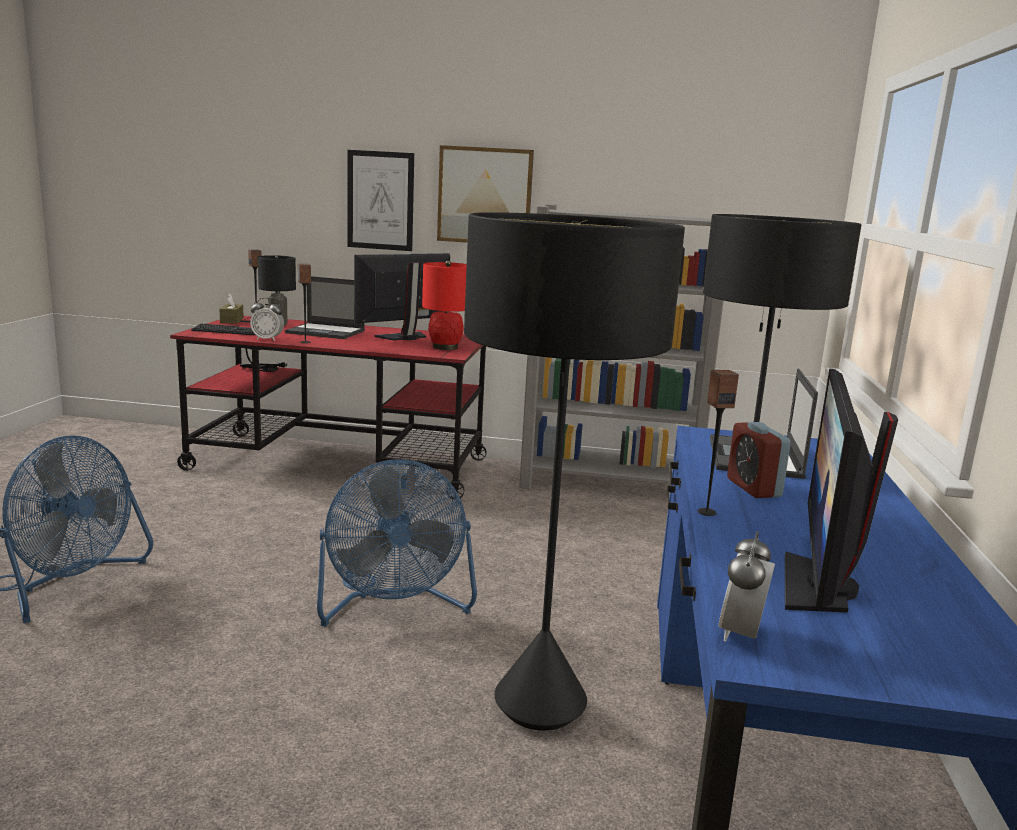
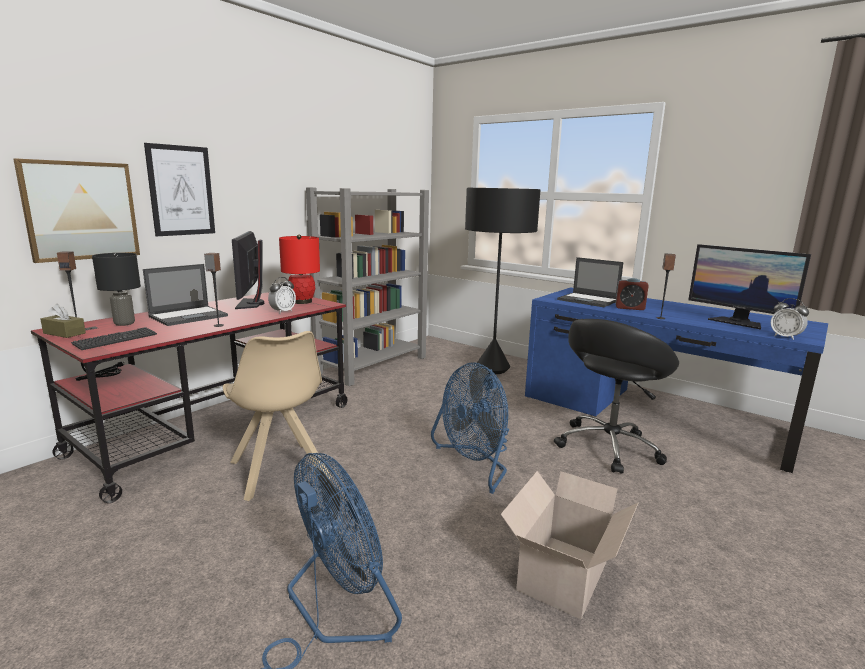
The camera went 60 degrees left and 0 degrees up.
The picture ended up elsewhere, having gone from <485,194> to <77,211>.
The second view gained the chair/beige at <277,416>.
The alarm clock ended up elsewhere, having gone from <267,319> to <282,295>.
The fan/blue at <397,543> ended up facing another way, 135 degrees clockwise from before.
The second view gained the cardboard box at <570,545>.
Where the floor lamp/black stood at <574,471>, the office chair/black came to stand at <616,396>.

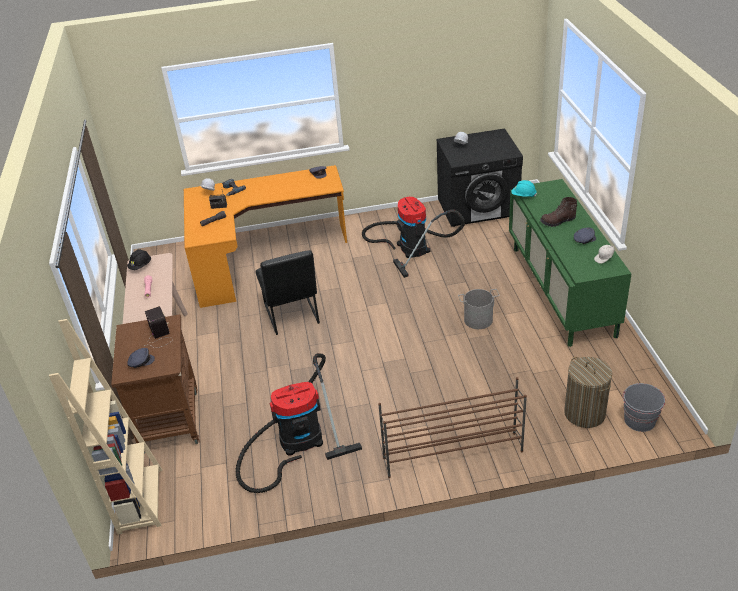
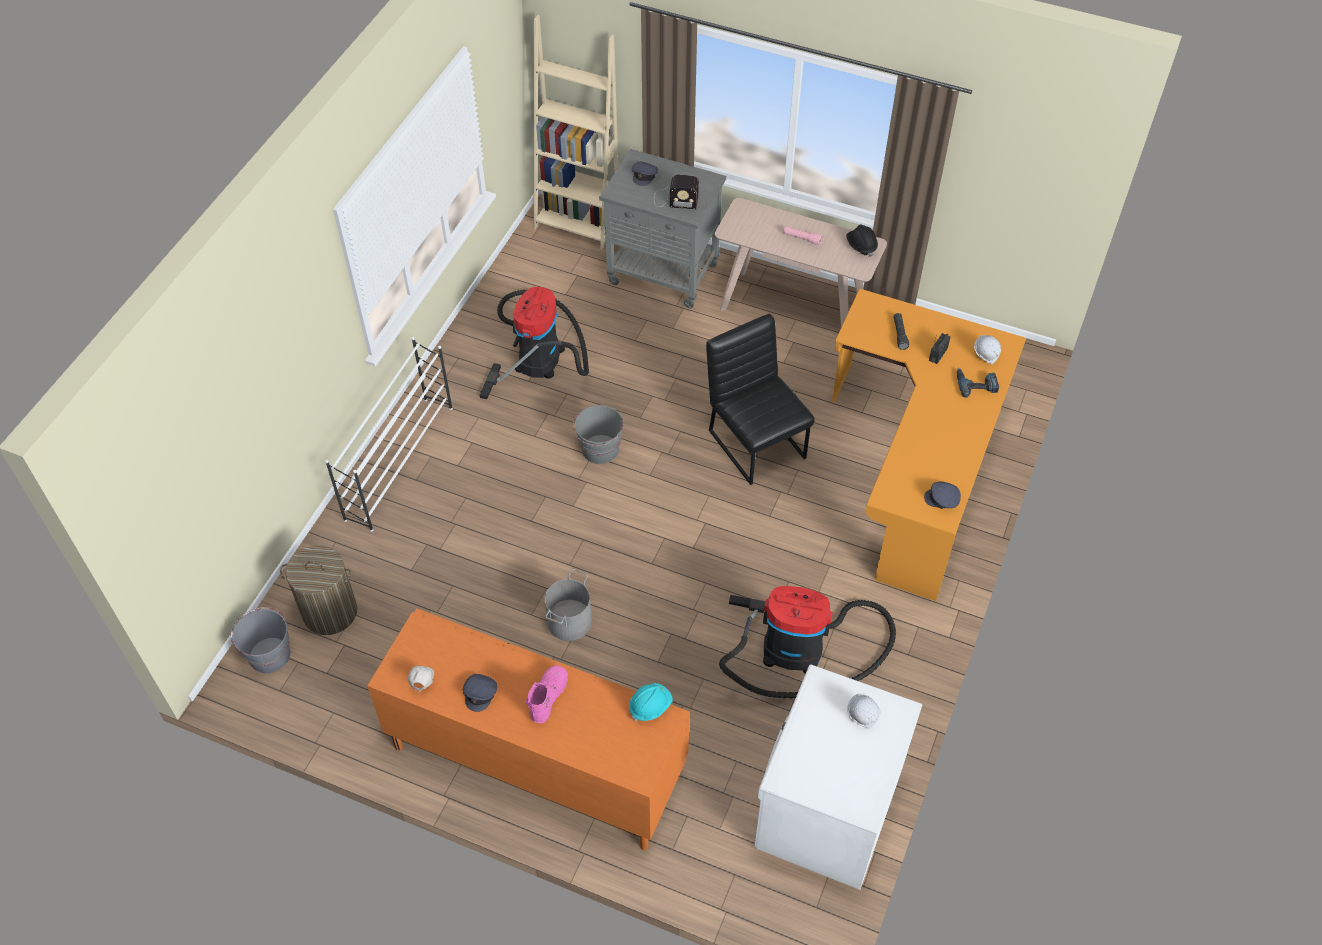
The camera went 120 degrees right and 15 degrees up.
What was the shoe rack/brown at <452,427> turned into the shoe rack/white at <389,434>.
What was the cabinet/green at <570,263> turned into the cabinet/orange at <528,729>.
What was the boot/brown at <558,212> turned into the boot/pink at <546,694>.
The second view gained the bucket/grey at <598,434>.
What was the cart/brown at <155,384> turned into the cart/grey at <662,229>.
The chair/black at <288,292> ended up facing another way, 45 degrees clockwise from before.
What was the washing machine/black at <480,177> turned into the washing machine/white at <838,777>.

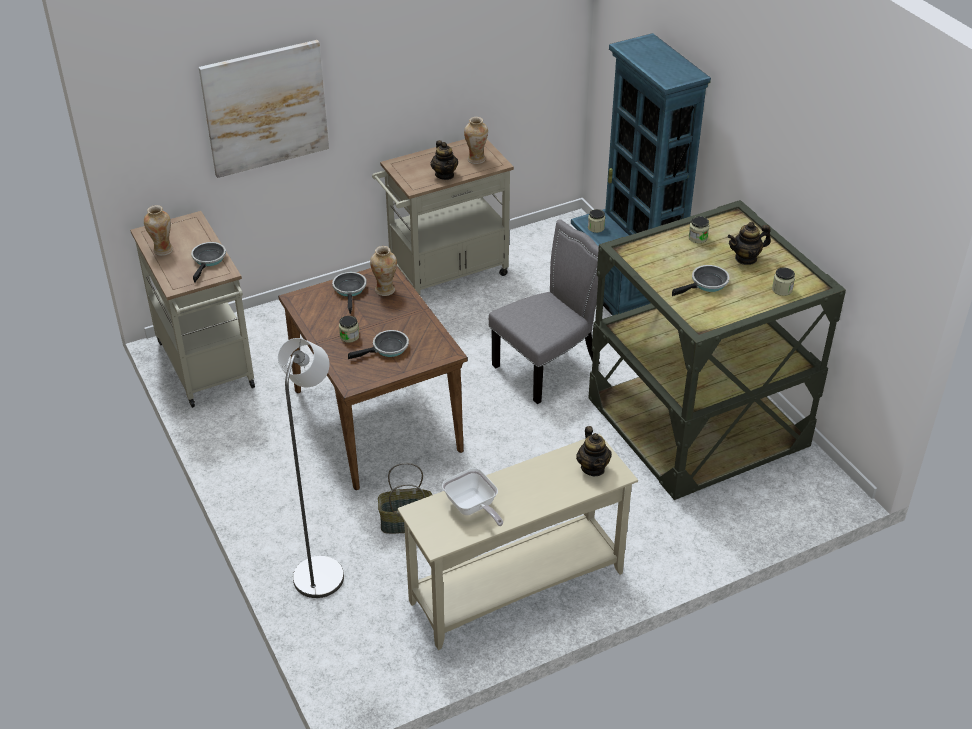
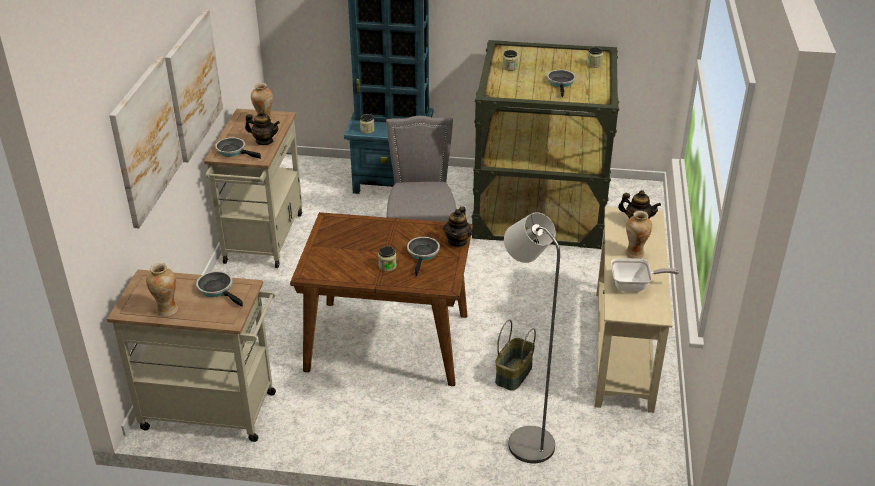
The camera went 55 degrees left and 5 degrees down.
The second view gained the picture at <194,85>.
The frying pan ended up elsewhere, having gone from <349,293> to <238,148>.
The teapot ended up elsewhere, having gone from <749,243> to <457,226>.
The vase ended up elsewhere, having gone from <383,271> to <638,235>.

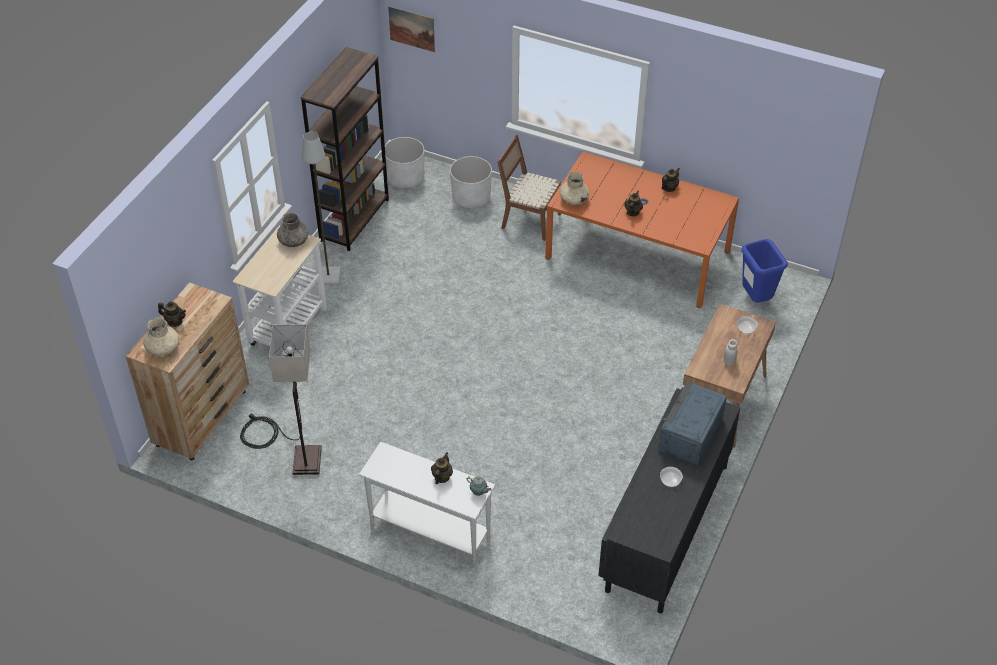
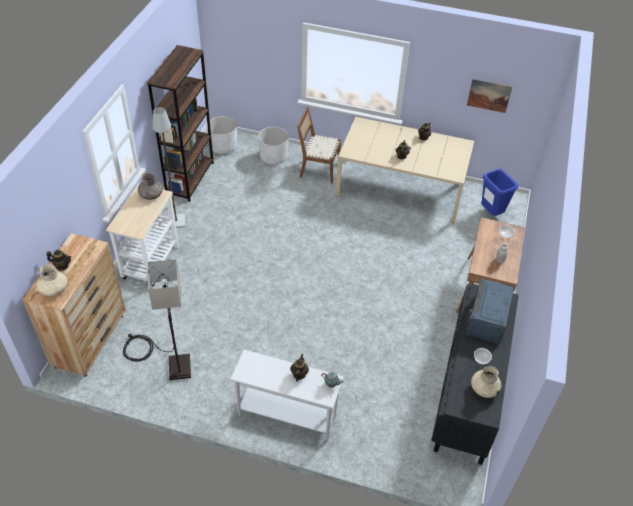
The camera went 10 degrees left and 0 degrees up.
What was the dining table/orange at <642,230> turned into the dining table/beige at <404,170>.
The picture ended up elsewhere, having gone from <411,29> to <489,96>.
The vase/beige ended up elsewhere, having gone from <574,188> to <486,382>.

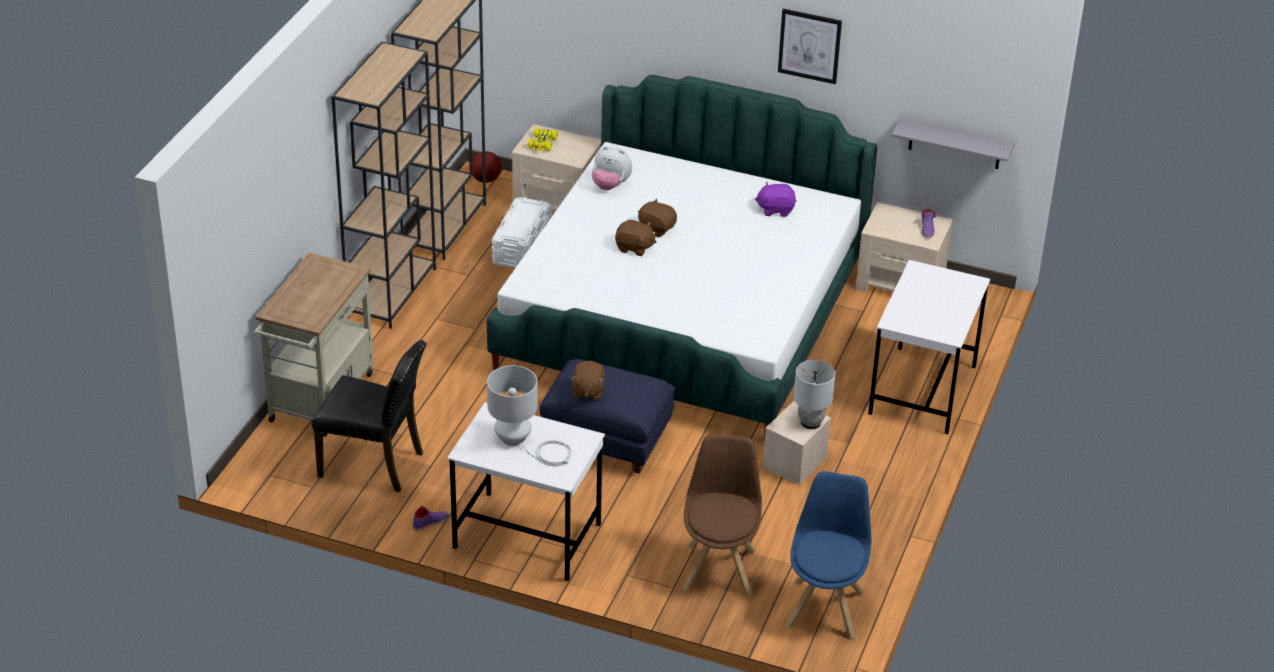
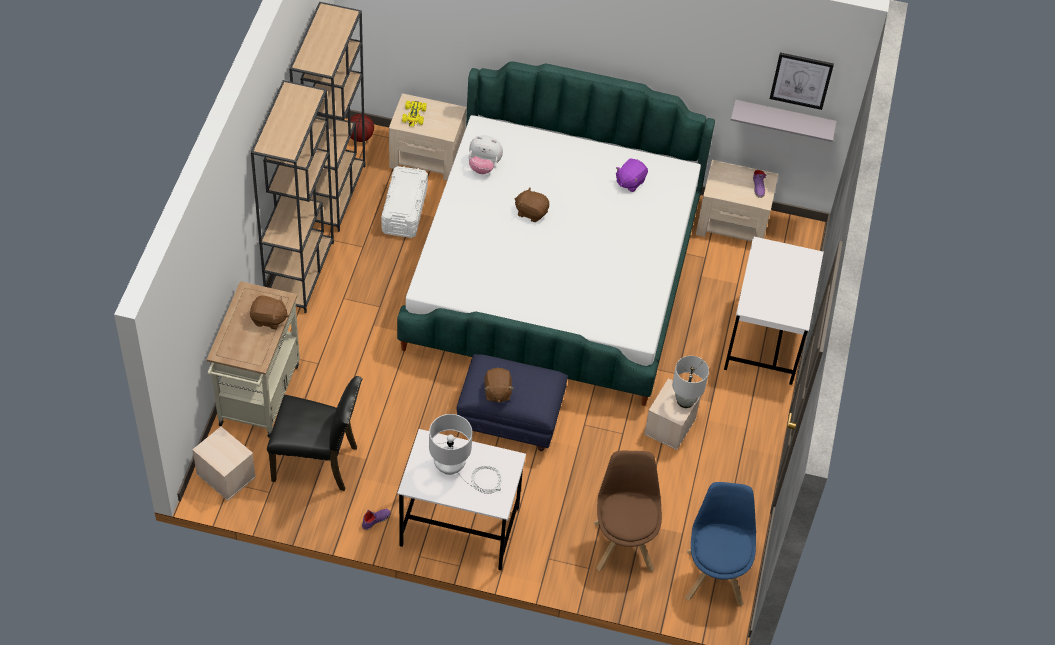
The camera went 10 degrees left and 15 degrees up.
The second view gained the storage box/beige at <224,464>.
The plush toy/brown ended up elsewhere, having gone from <635,238> to <269,312>.
The plush toy/purple at <775,199> ended up facing another way, 45 degrees counterclockwise from before.
The picture ended up elsewhere, having gone from <810,46> to <802,81>.

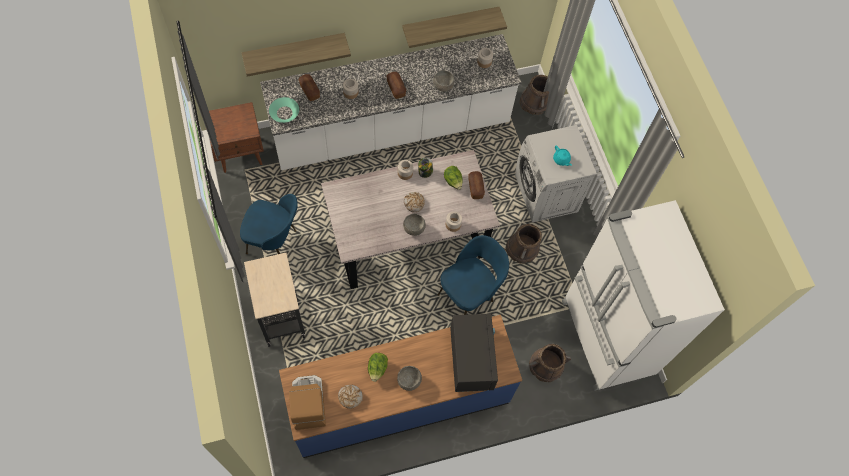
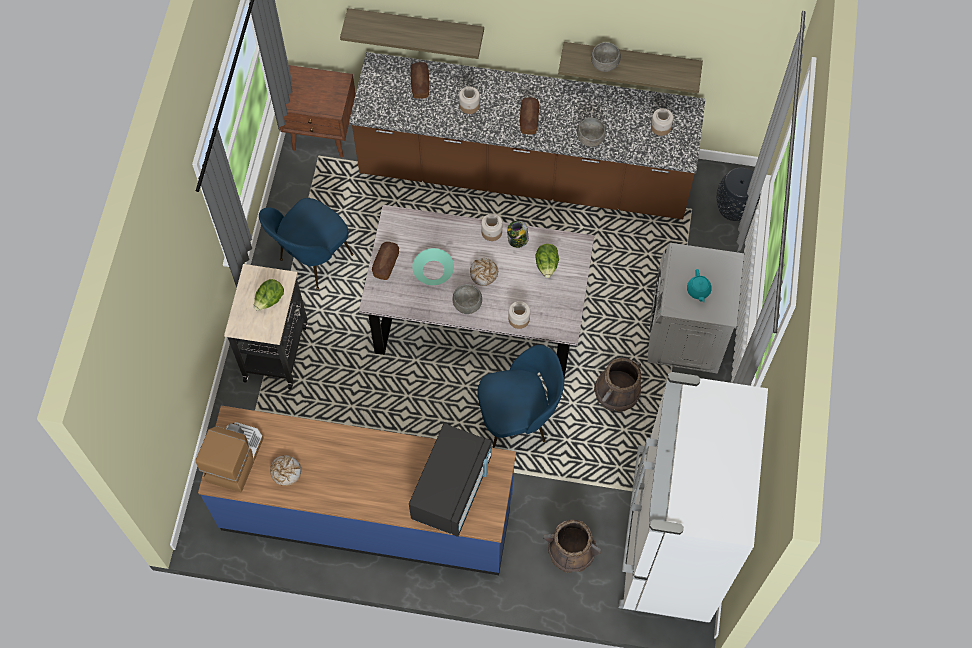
The camera went 30 degrees right and 0 degrees up.
The lettuce ended up elsewhere, having gone from <378,367> to <269,295>.
The chair/blue at <269,224> ended up facing another way, 90 degrees clockwise from before.
What was the counter/white at <391,102> turned into the counter/brown at <527,135>.
The bread ended up elsewhere, having gone from <476,185> to <385,261>.
The bowl/turquoise ended up elsewhere, having gone from <284,110> to <433,266>.
The bowl/grey ended up elsewhere, having gone from <409,378> to <606,57>.
Where the bucket/brown stood at <534,95>, the stool/black came to stand at <739,194>.

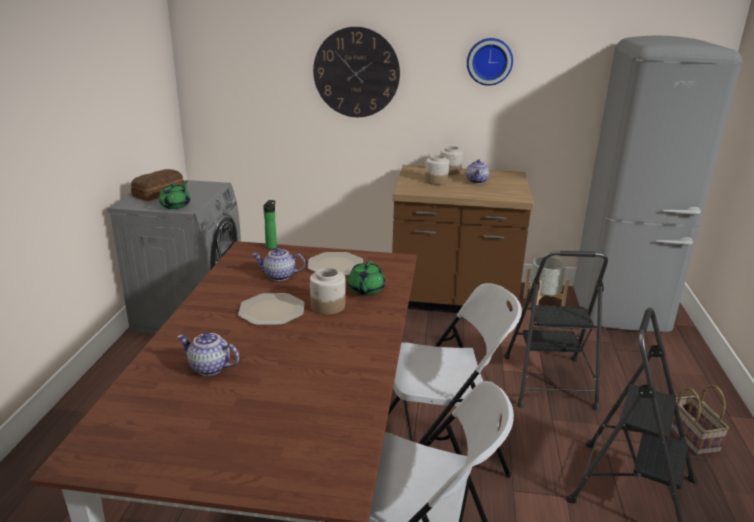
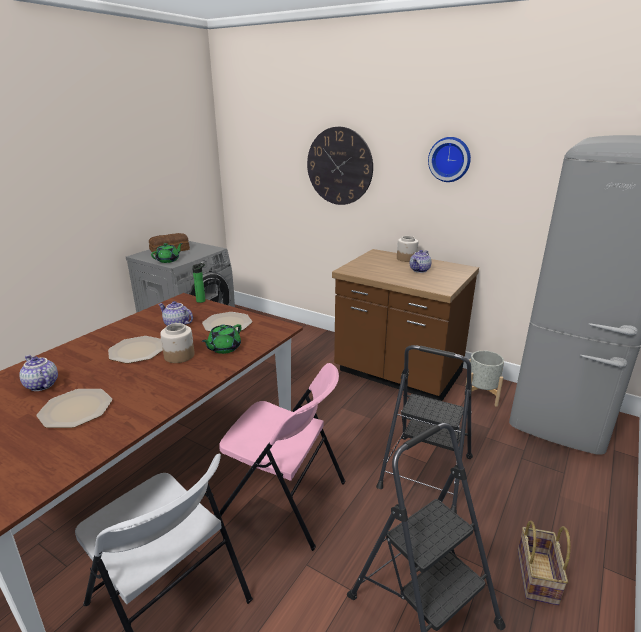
The camera went 25 degrees right and 0 degrees up.
The second view gained the plate at <74,408>.
What was the chair/white at <455,380> turned into the chair/pink at <282,457>.
The second view lost the jar at <437,170>.

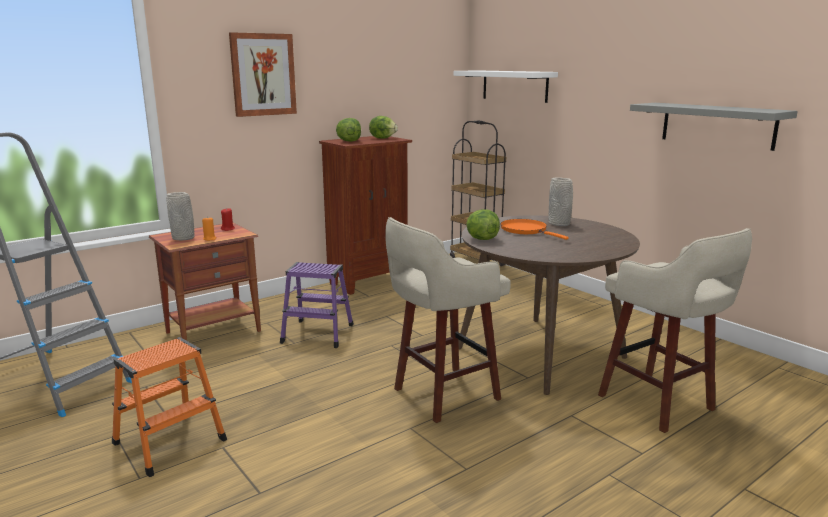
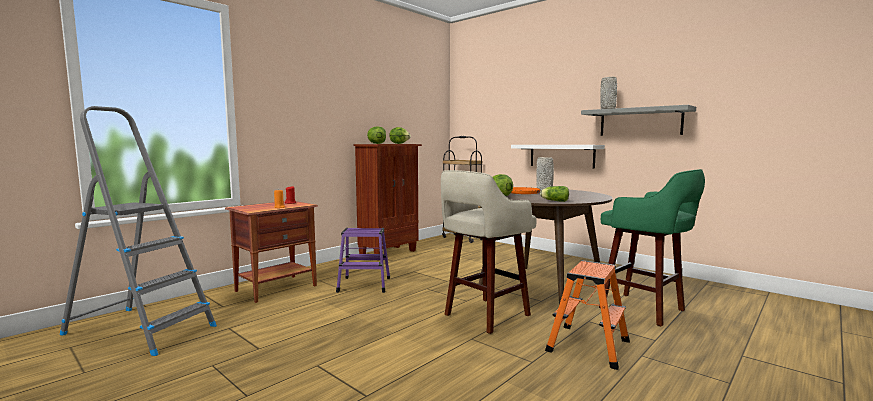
The camera went 10 degrees left and 10 degrees down.
The shelf/white ended up elsewhere, having gone from <505,86> to <558,157>.
The second view gained the lettuce at <554,194>.
The step ladder/orange ended up elsewhere, having gone from <169,407> to <587,315>.
What was the stool/beige at <675,330> turned into the stool/green at <652,248>.
The vase/grey ended up elsewhere, having gone from <180,216> to <608,93>.
The second view lost the picture at <263,74>.

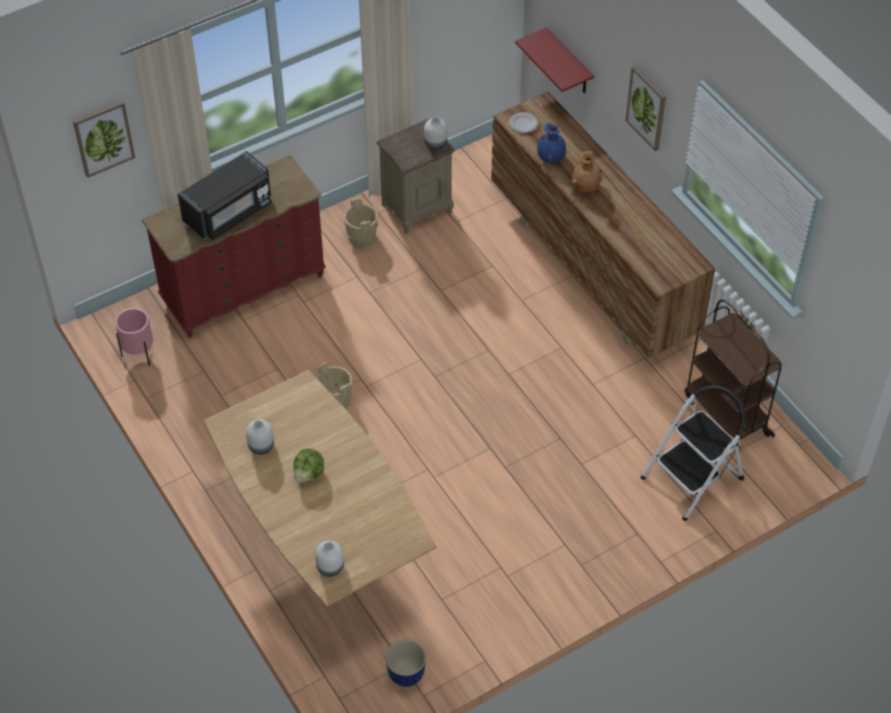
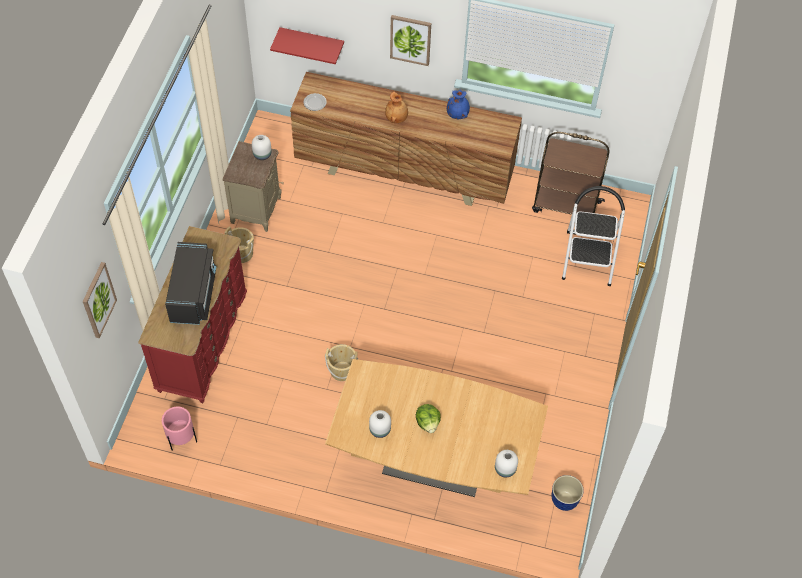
The camera went 45 degrees left and 5 degrees up.
The vase/blue ended up elsewhere, having gone from <551,142> to <458,104>.

